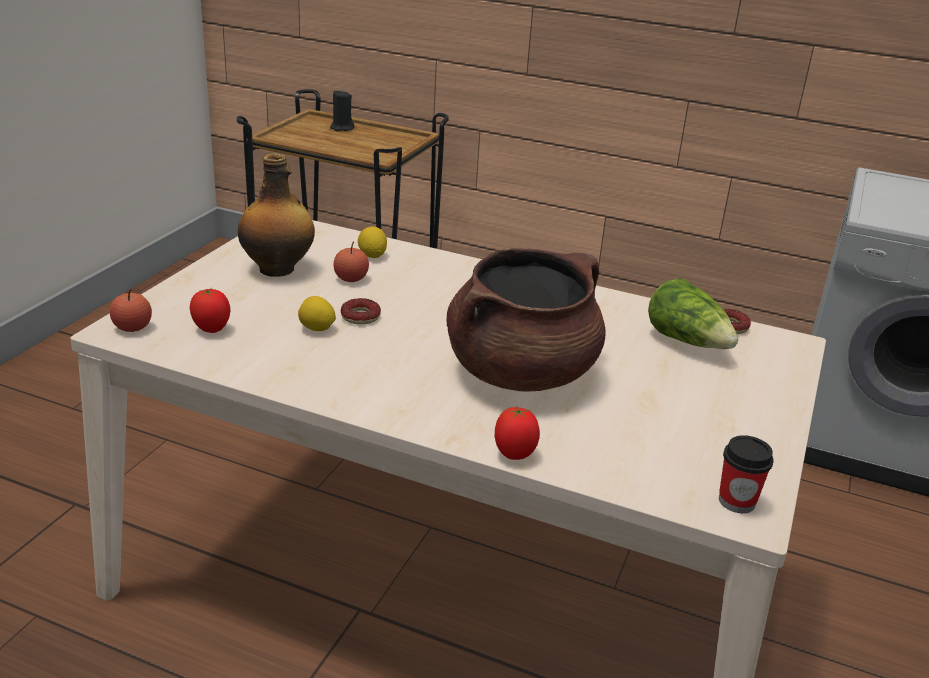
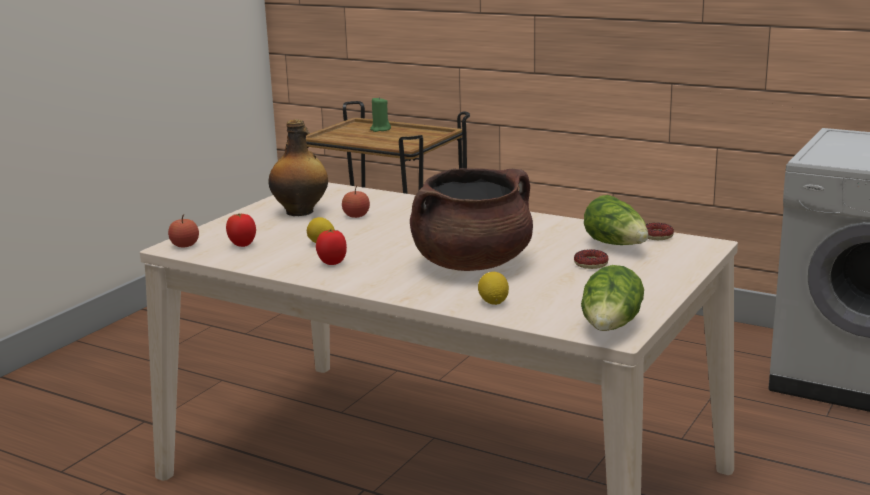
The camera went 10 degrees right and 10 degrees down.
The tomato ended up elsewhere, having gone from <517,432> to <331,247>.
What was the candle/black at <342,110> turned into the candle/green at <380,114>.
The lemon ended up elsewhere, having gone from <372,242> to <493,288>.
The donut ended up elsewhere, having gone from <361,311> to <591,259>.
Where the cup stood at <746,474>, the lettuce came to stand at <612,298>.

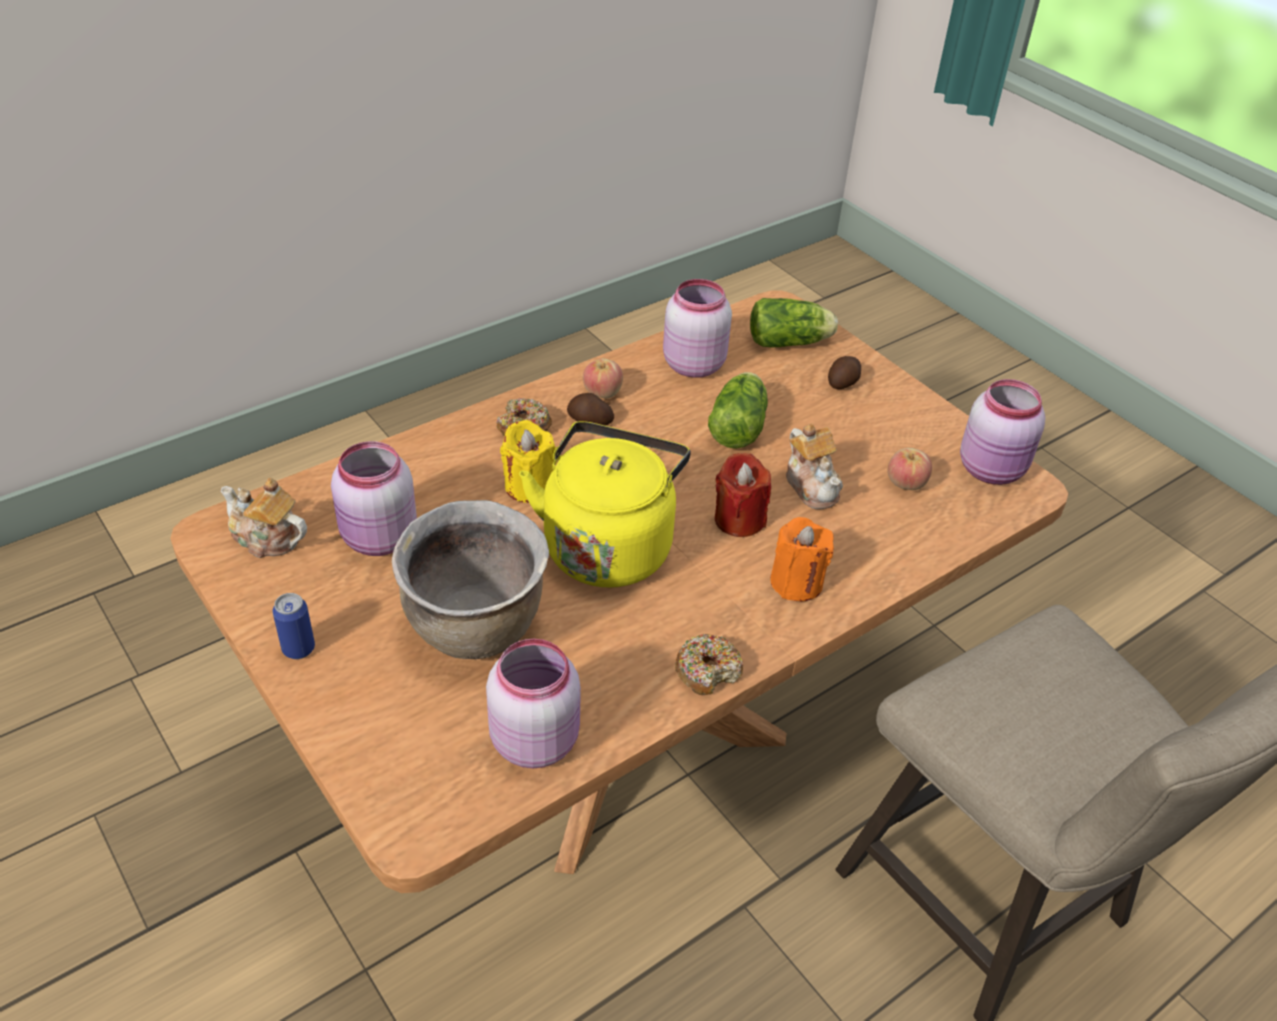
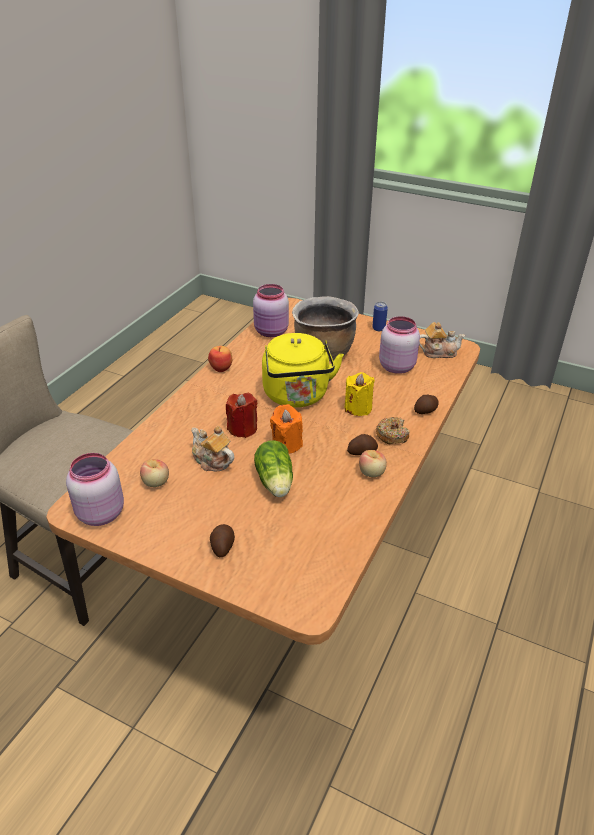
The camera went 155 degrees right and 5 degrees down.
Where the donut stood at <709,664>, the apple came to stand at <220,359>.
The candle/orange ended up elsewhere, having gone from <802,559> to <286,429>.
The second view gained the potato at <426,404>.
The second view lost the jar/pink at <697,328>.
The second view lost the lettuce at <794,322>.

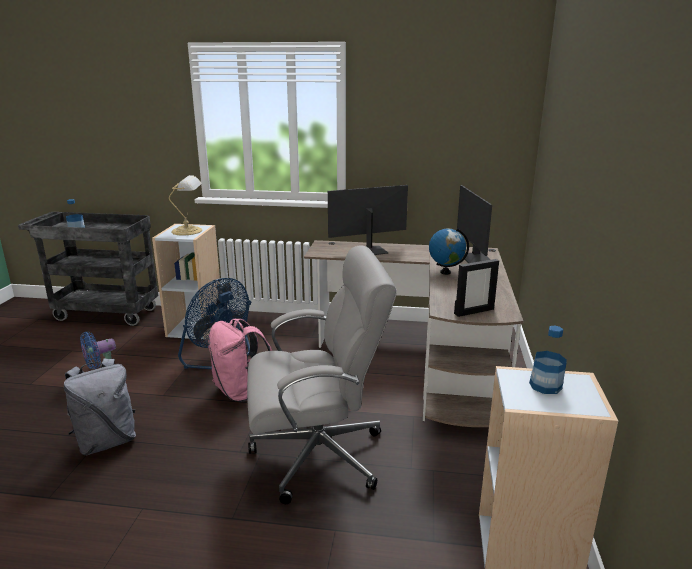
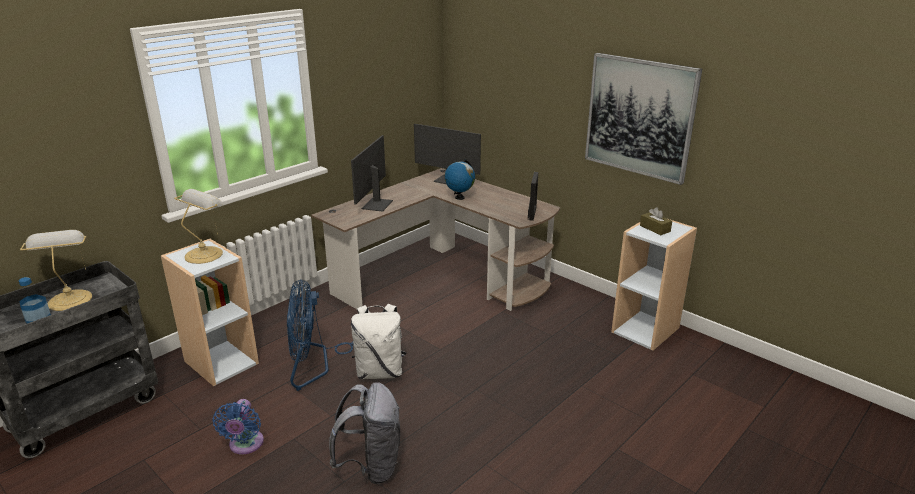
The camera went 55 degrees left and 5 degrees up.
The second view gained the table lamp at <56,270>.
What was the backpack/pink at <240,360> turned into the backpack/white at <379,341>.
The second view gained the picture at <643,119>.
Where the bottle stood at <548,360>, the tissue box/brown came to stand at <656,221>.
The second view lost the office chair/grey at <322,375>.

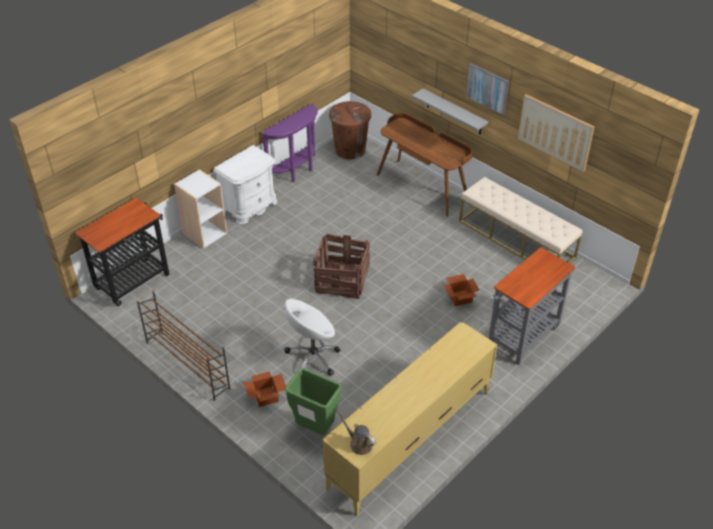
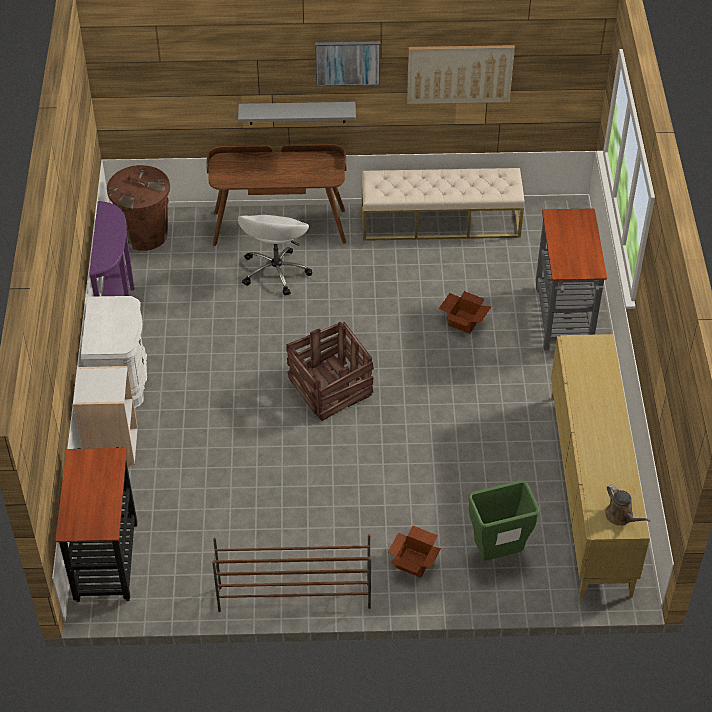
The camera went 45 degrees left and 5 degrees up.
The office chair/white ended up elsewhere, having gone from <312,337> to <275,255>.
The watering can/brown at <356,432> ended up facing another way, 120 degrees counterclockwise from before.

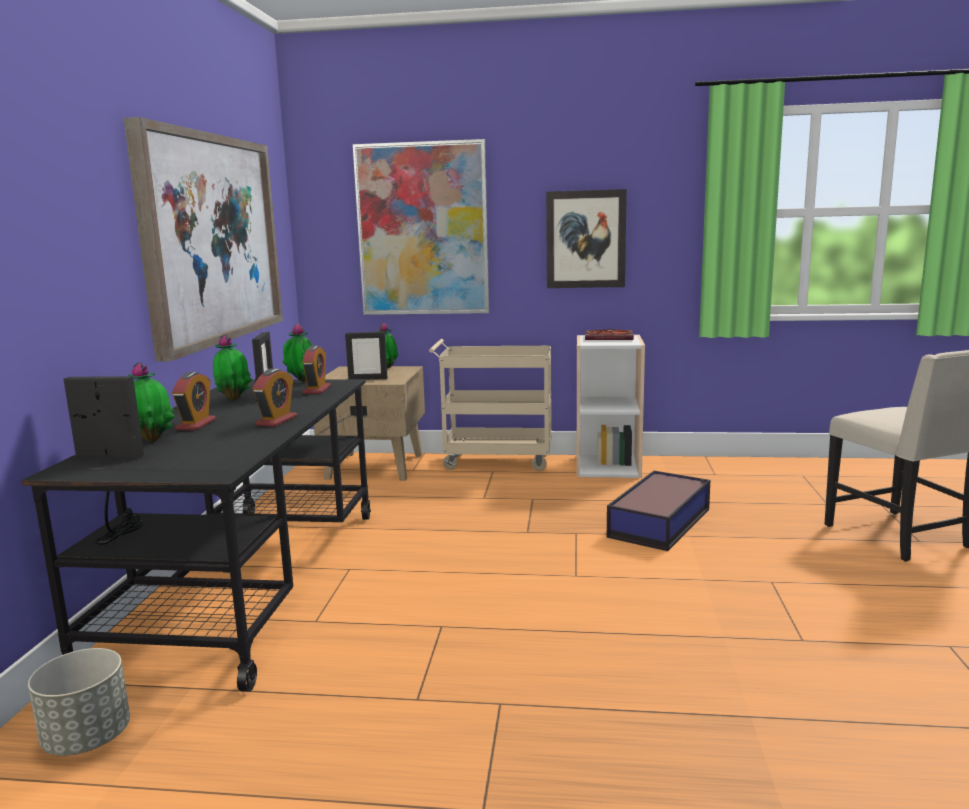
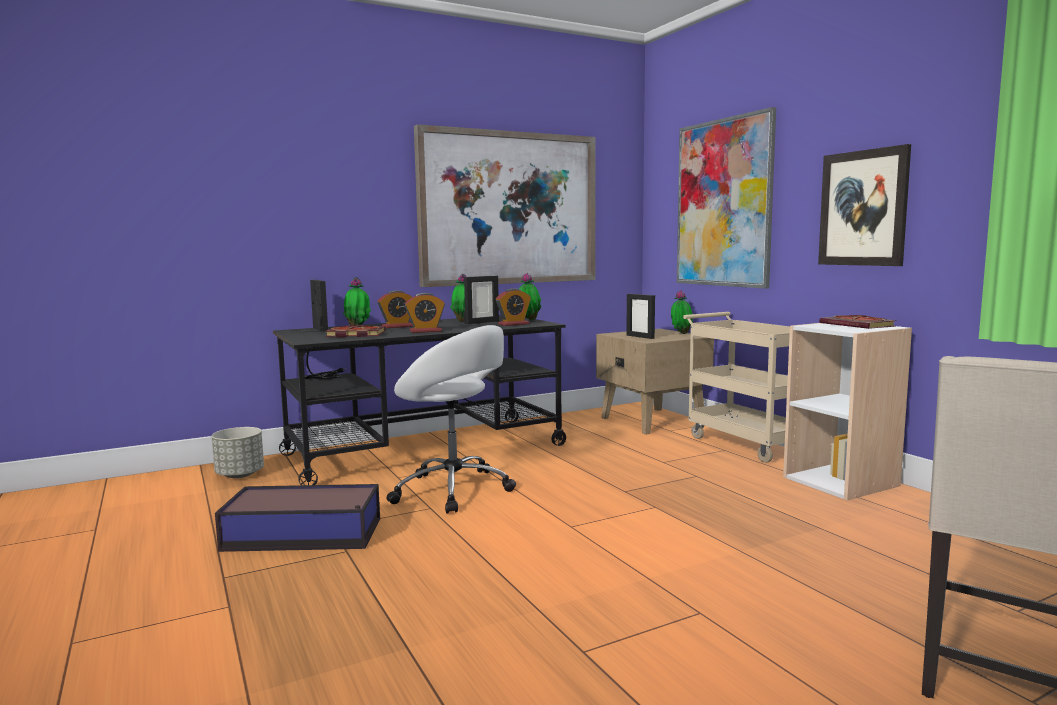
The camera went 55 degrees right and 5 degrees down.
The storage box ended up elsewhere, having gone from <658,511> to <297,518>.
The second view gained the book at <355,331>.
The second view gained the office chair/white at <451,419>.

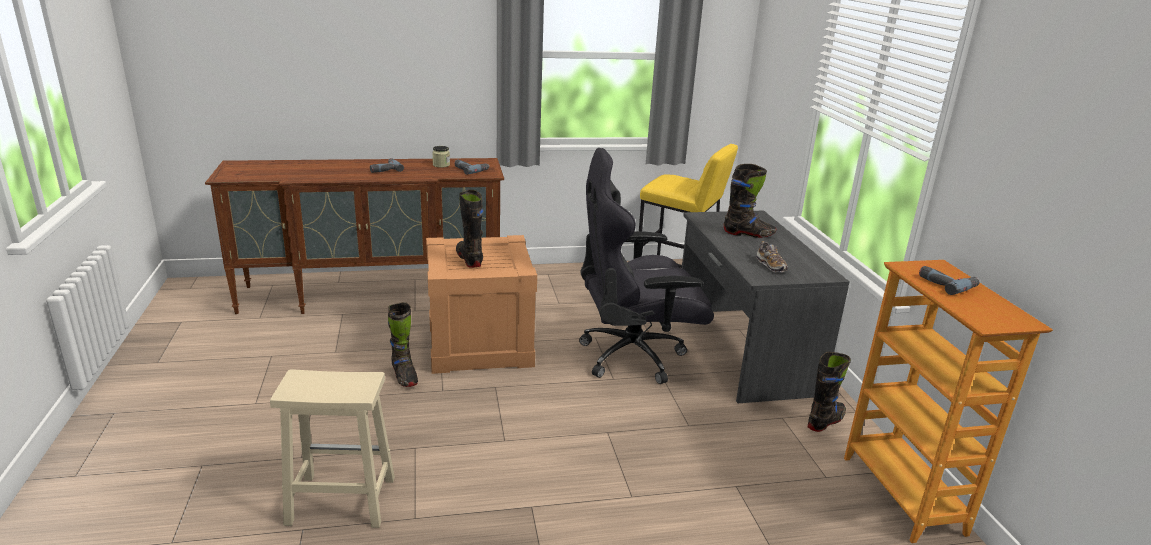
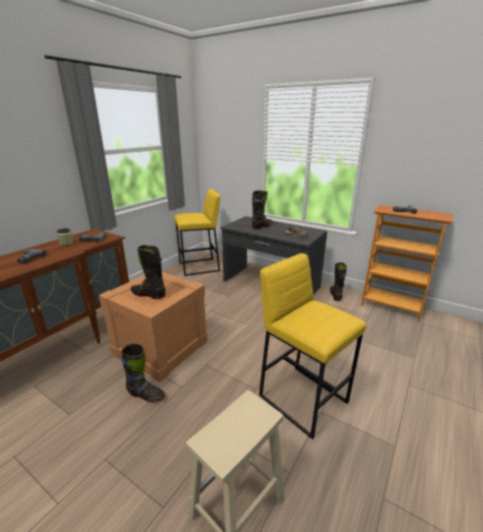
The camera went 45 degrees left and 0 degrees up.
The second view gained the stool/yellow at <312,346>.
The second view lost the office chair/black at <646,266>.

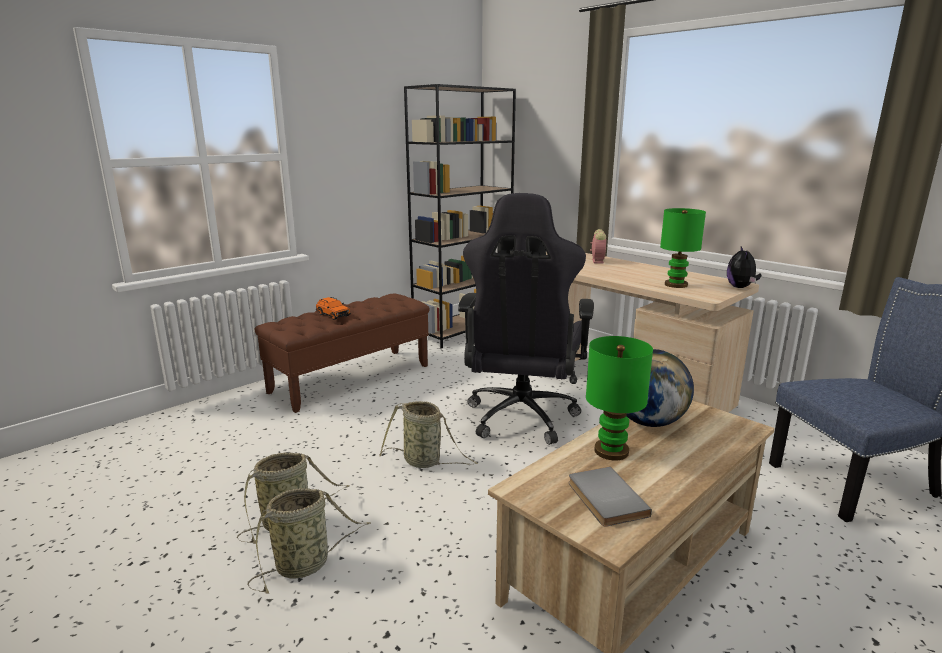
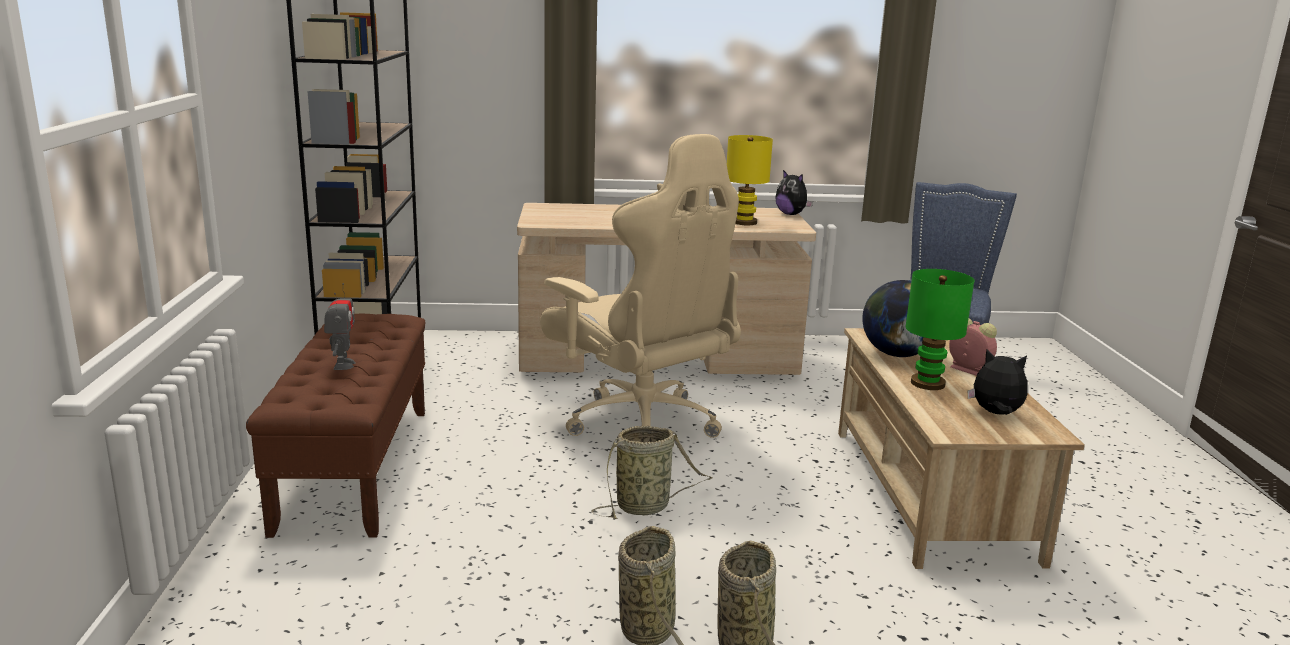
The camera went 50 degrees left and 0 degrees up.
Where the toy car/orange stood at <333,308>, the toy robot came to stand at <340,326>.
What was the office chair/black at <526,319> turned into the office chair/beige at <640,286>.
What was the table lamp/green at <683,248> turned into the table lamp/yellow at <750,180>.
The alarm clock ended up elsewhere, having gone from <598,246> to <973,347>.
Where the book/grey stood at <610,497>, the plush toy came to stand at <998,382>.

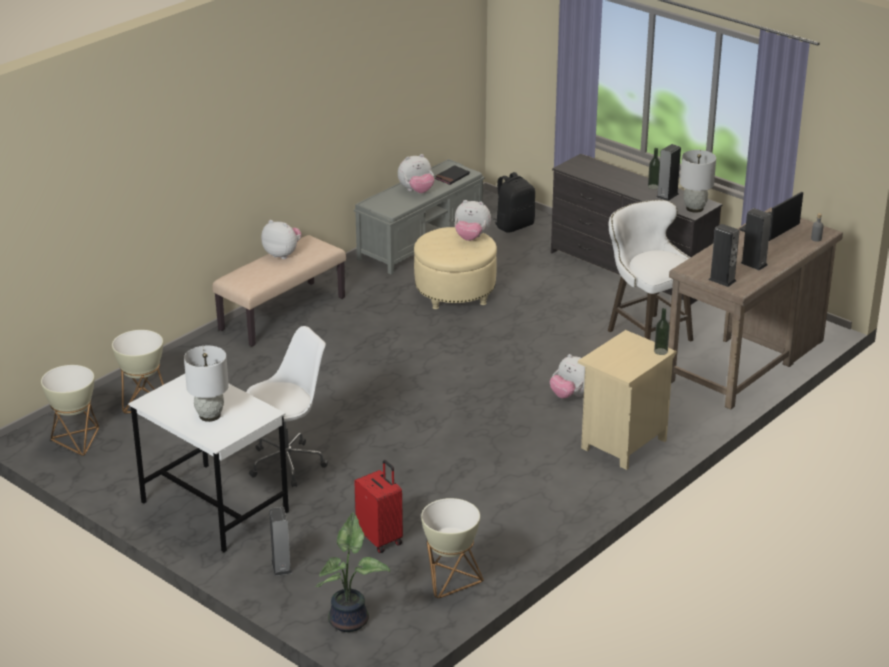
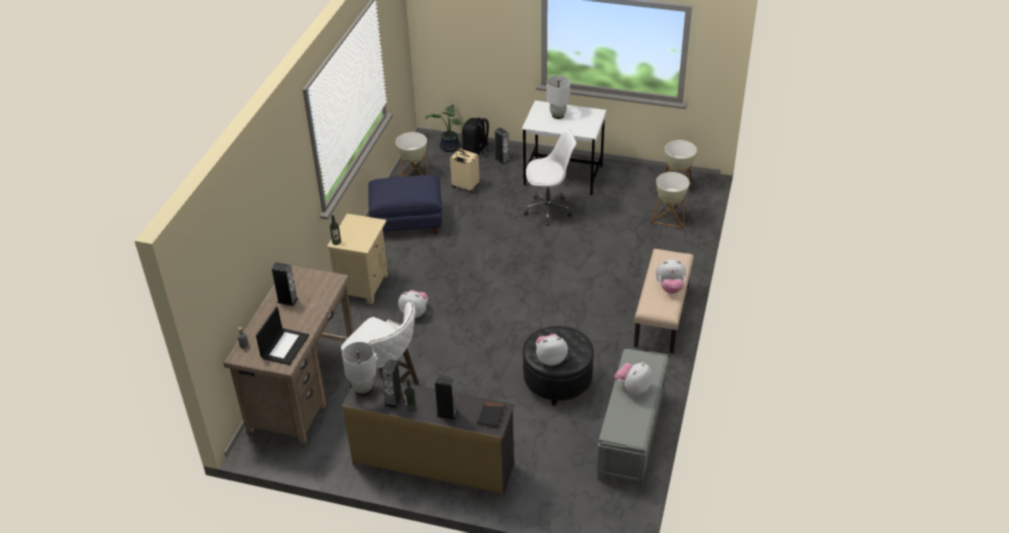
The camera went 155 degrees right and 10 degrees up.
The second view gained the ottoman/blue at <405,204>.
The speaker ended up elsewhere, having gone from <724,255> to <447,397>.
What was the suitcase/red at <378,506> turned into the suitcase/beige at <465,171>.
The backpack/black ended up elsewhere, having gone from <514,202> to <475,138>.
The book/black ended up elsewhere, having gone from <452,175> to <491,414>.
What was the ottoman/beige at <455,268> turned into the ottoman/black at <558,366>.
The office chair/white at <287,406> ended up facing another way, 135 degrees counterclockwise from before.

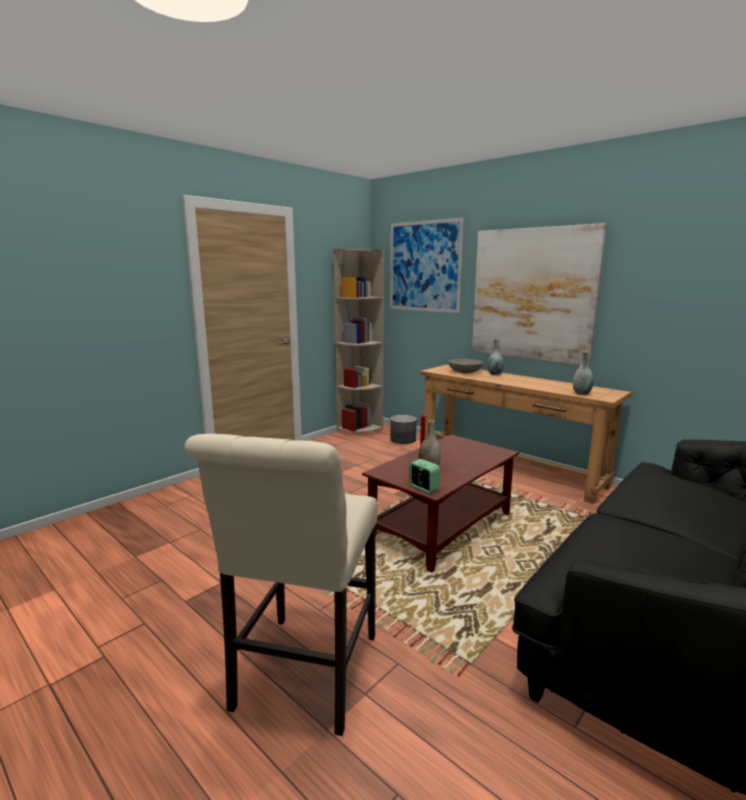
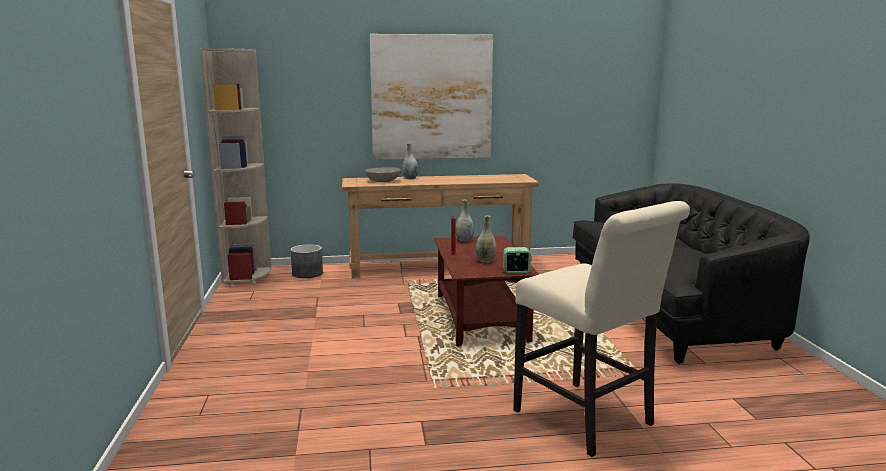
The camera went 50 degrees left and 0 degrees up.
The vase/grey ended up elsewhere, having gone from <583,373> to <465,221>.
The second view lost the picture at <427,265>.

